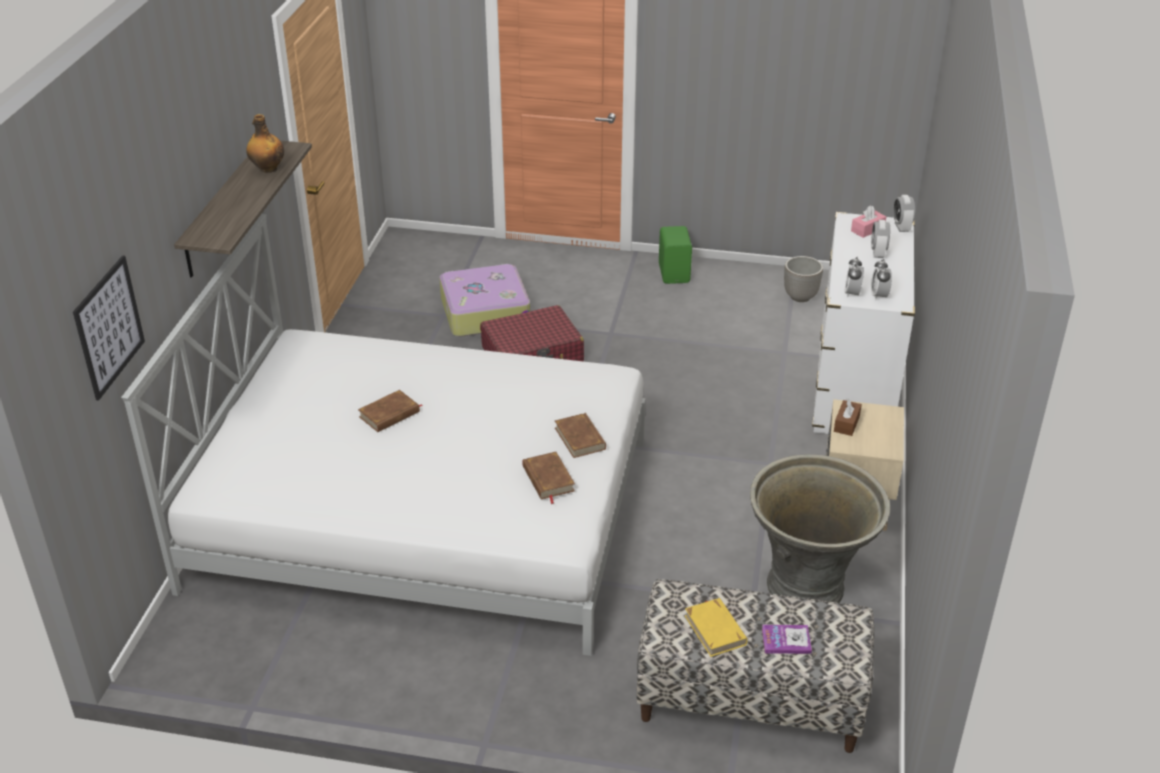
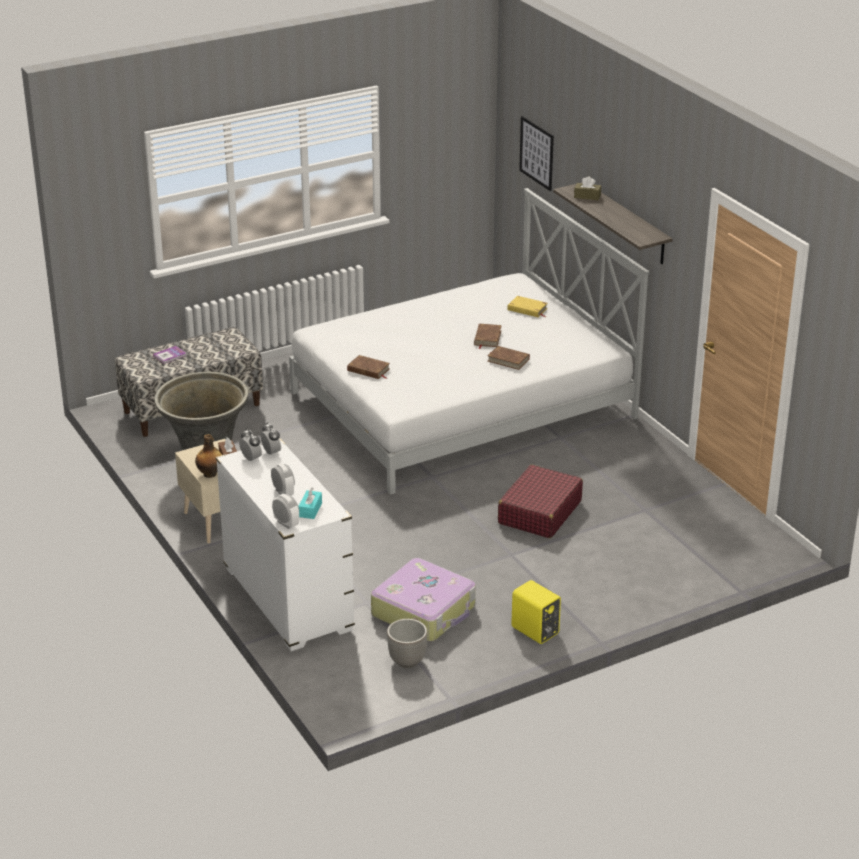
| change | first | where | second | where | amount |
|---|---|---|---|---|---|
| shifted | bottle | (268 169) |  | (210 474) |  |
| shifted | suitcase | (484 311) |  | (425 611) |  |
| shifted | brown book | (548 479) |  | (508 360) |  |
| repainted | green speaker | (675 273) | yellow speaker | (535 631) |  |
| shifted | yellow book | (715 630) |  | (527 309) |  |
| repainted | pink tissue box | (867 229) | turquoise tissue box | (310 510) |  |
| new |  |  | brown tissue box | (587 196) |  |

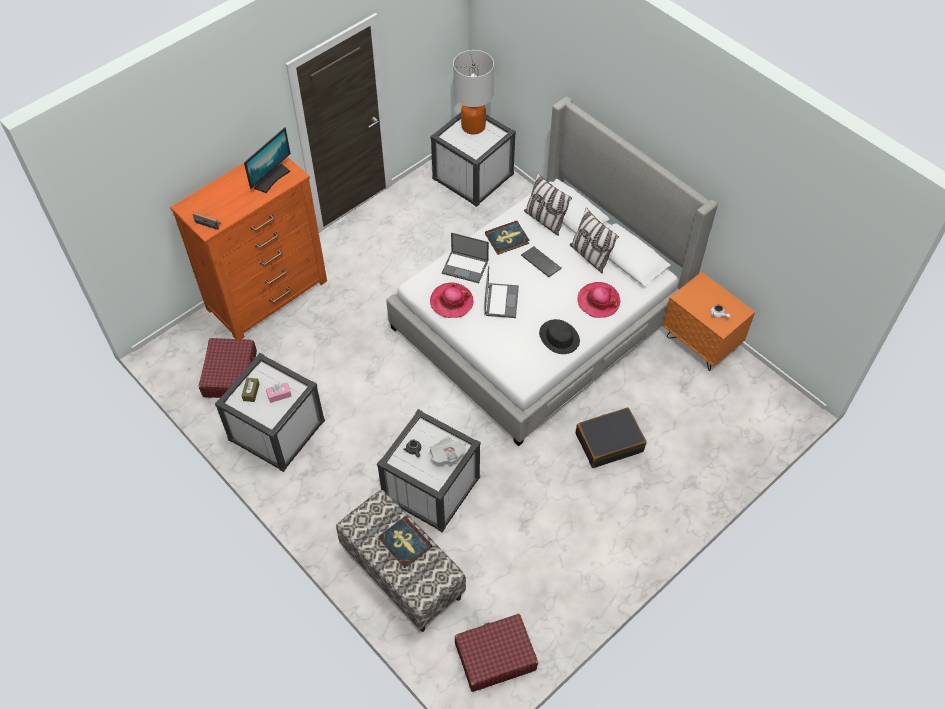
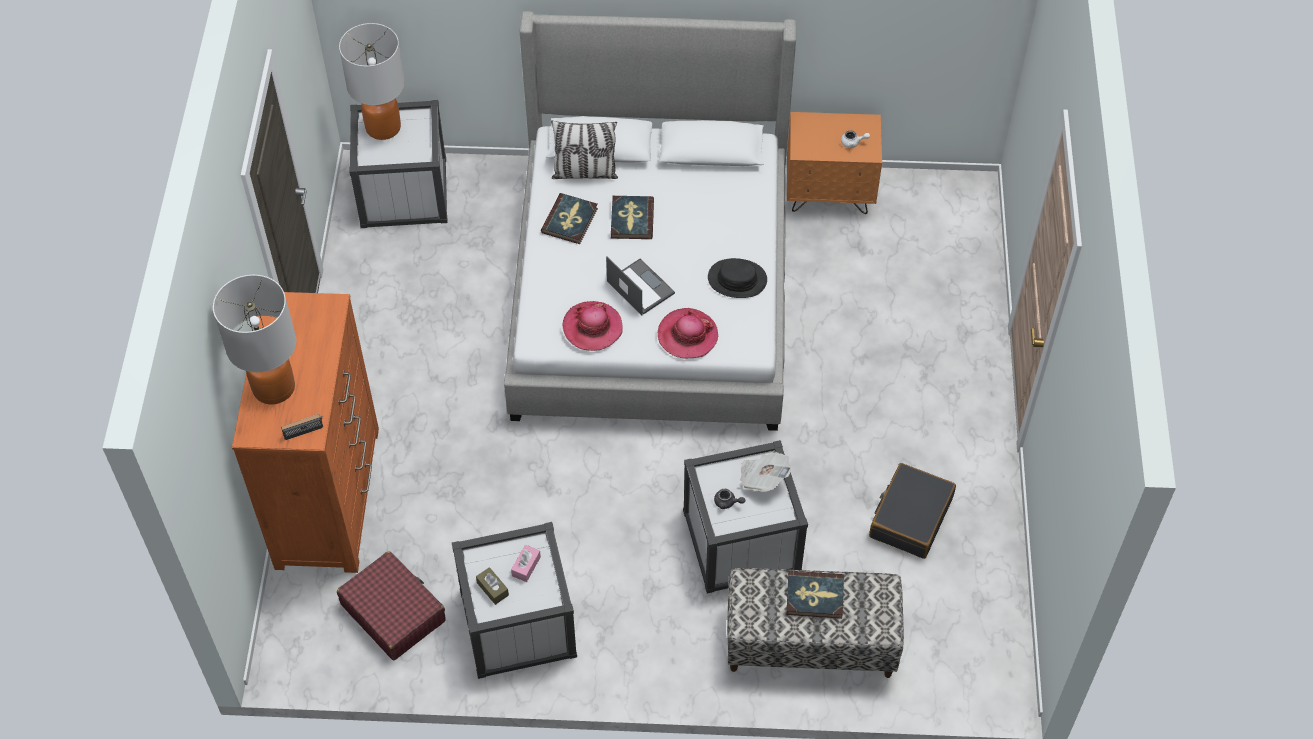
| change | first | where | second | where | amount |
|---|---|---|---|---|---|
| gone | monitor | (271 178) |  |  |  |
| gone | laptop | (465 267) |  |  |  |
| gone | red suitcase | (495 656) |  |  |  |
| swapped | keyboard | (540 262) | book | (631 219) |  |
| gone | pillow | (590 256) |  |  |  |
| shifted | black suitcase | (609 442) |  | (910 517) |  |
| shifted | hat | (598 301) |  | (687 335) |  |
| new |  |  | table lamp | (273 387) |  |

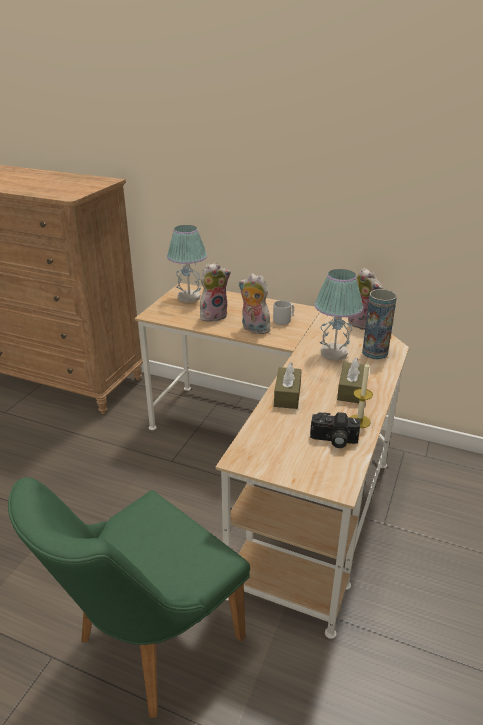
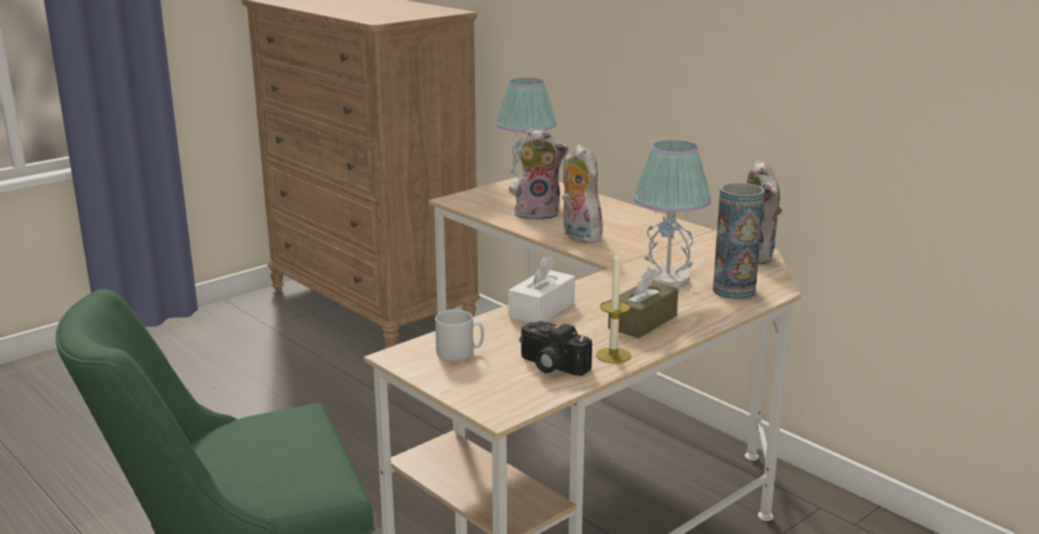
| change | first | where | second | where | amount |
|---|---|---|---|---|---|
| shifted | grey mug | (283 320) |  | (460 353) |  |
| repainted | brown tissue box | (287 395) | white tissue box | (541 310) |  |

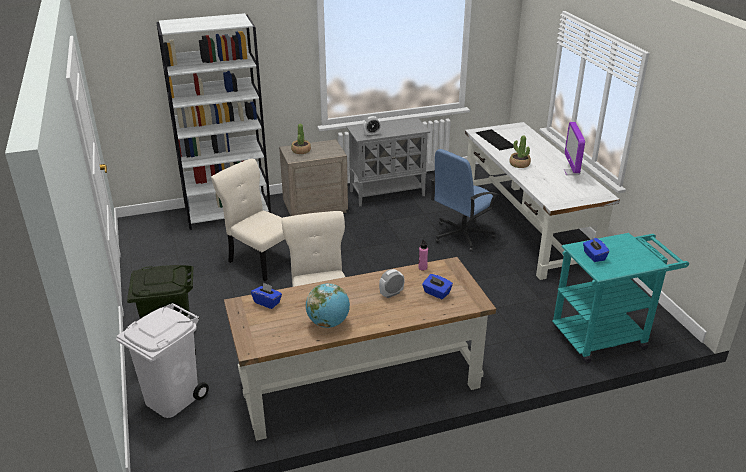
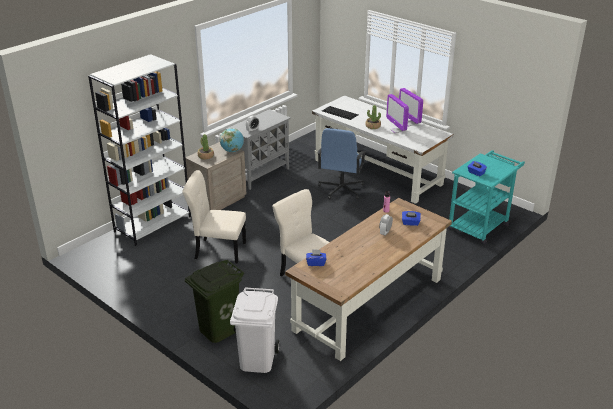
| change | first | where | second | where | amount |
|---|---|---|---|---|---|
| shifted | globe | (328 323) |  | (232 151) |  |
| new |  |  | monitor | (396 130) |  |

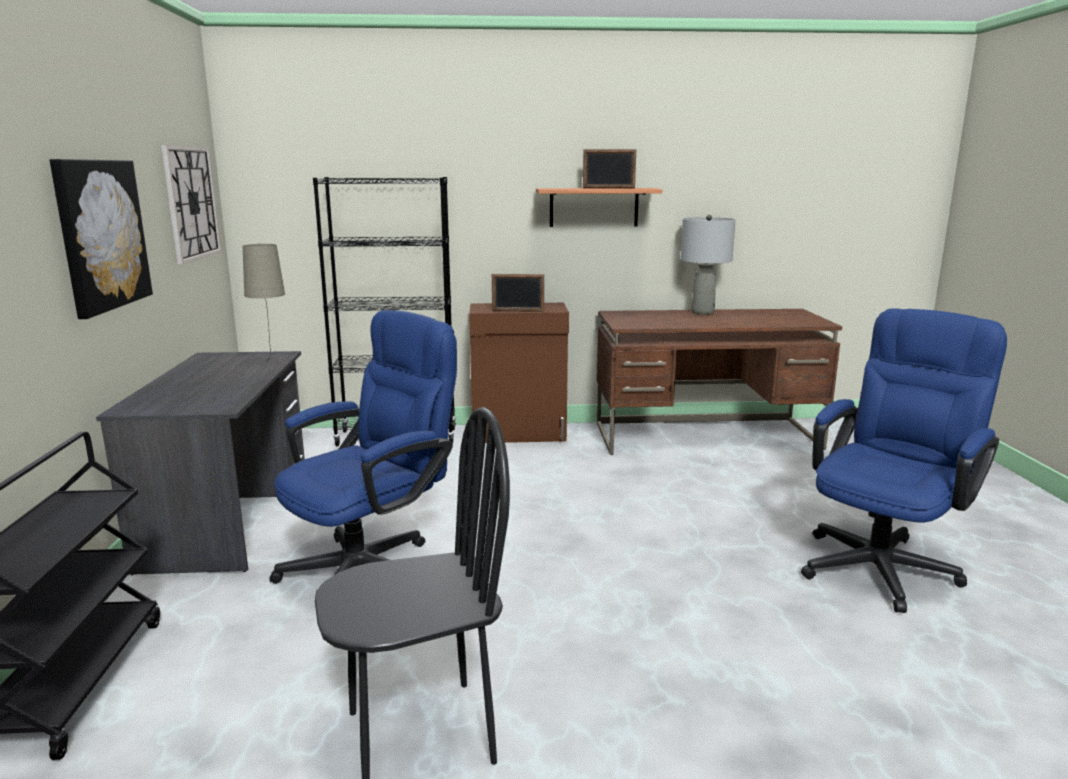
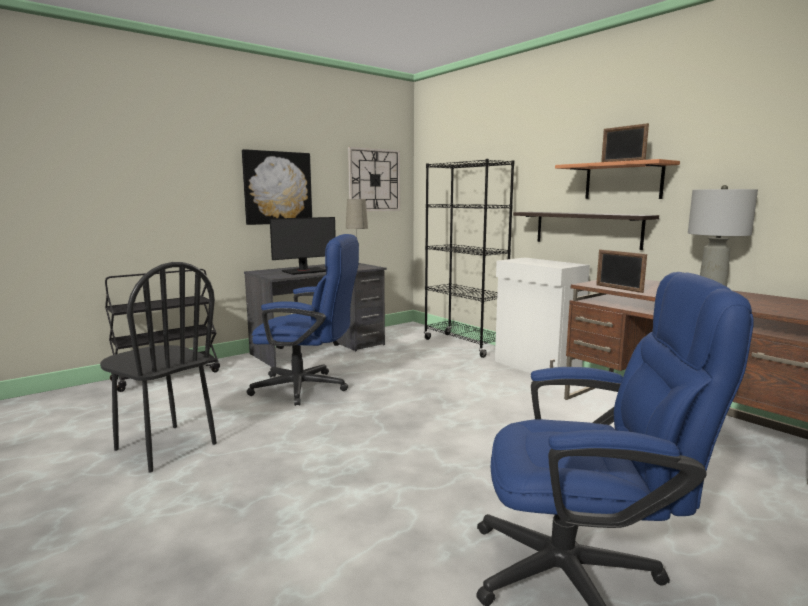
| change | first | where | second | where | amount |
|---|---|---|---|---|---|
| repainted | brown cabinet | (519 434) | white cabinet | (536 367) |  |
| shifted | picture frame | (518 311) |  | (618 288) |  |
| new |  |  | monitor | (304 271) |  |
| new |  |  | shelf | (587 229) |  |

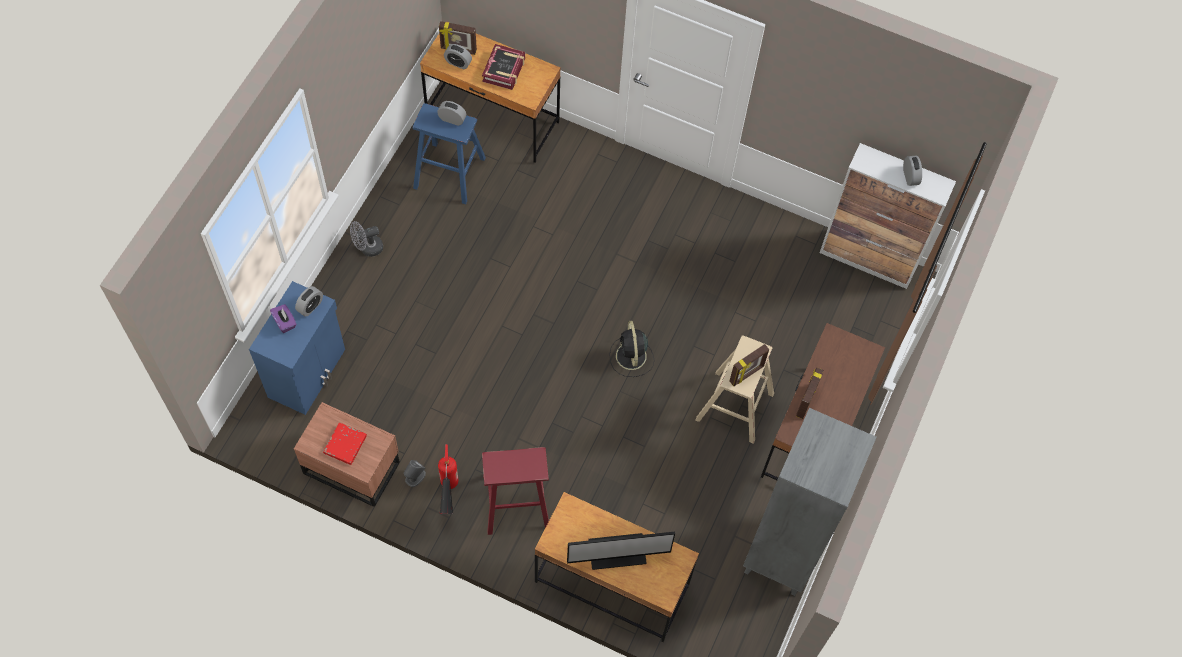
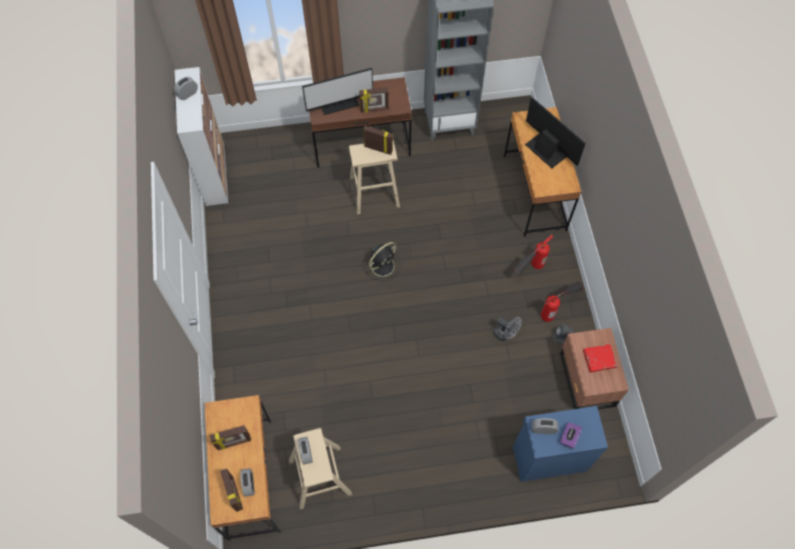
| change | first | where | second | where | amount |
|---|---|---|---|---|---|
| shifted | grey fan | (368 248) |  | (505 334) |  |
| repainted | blue stool | (449 173) | beige stool | (320 477) |  |
| swapped | book | (504 70) | picture frame | (234 443) |  |
| swapped | red stool | (516 501) | fire extinguisher | (528 270) |  |
| new |  |  | monitor | (338 102) |  |

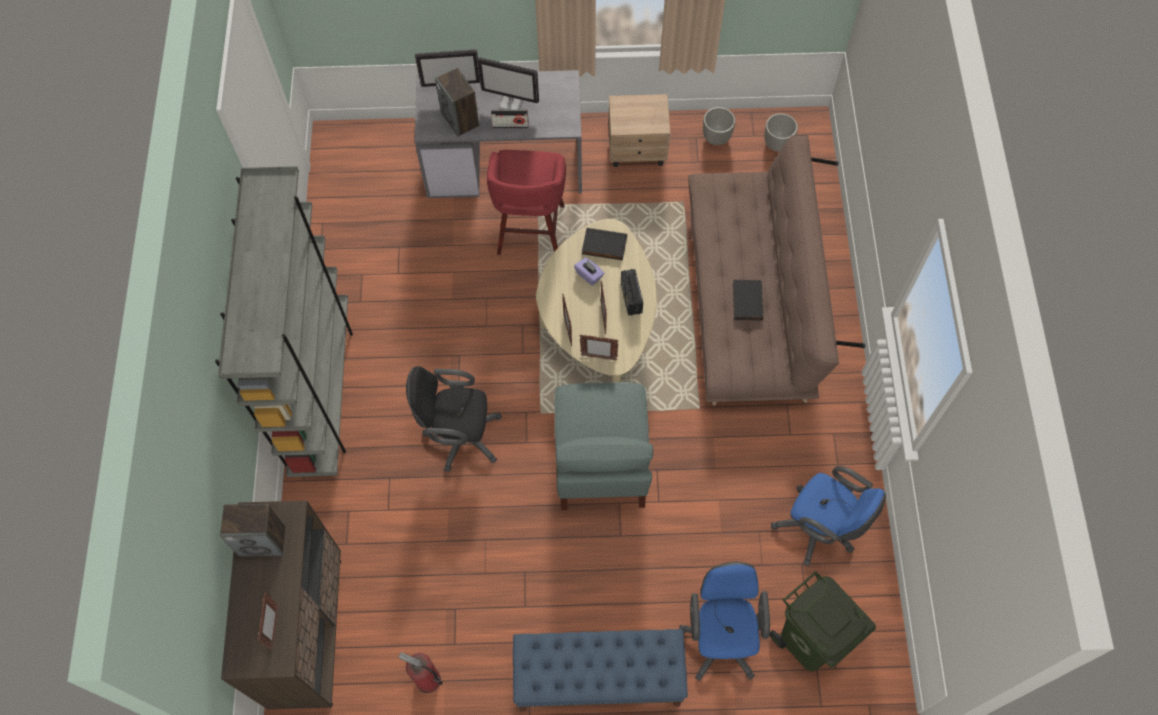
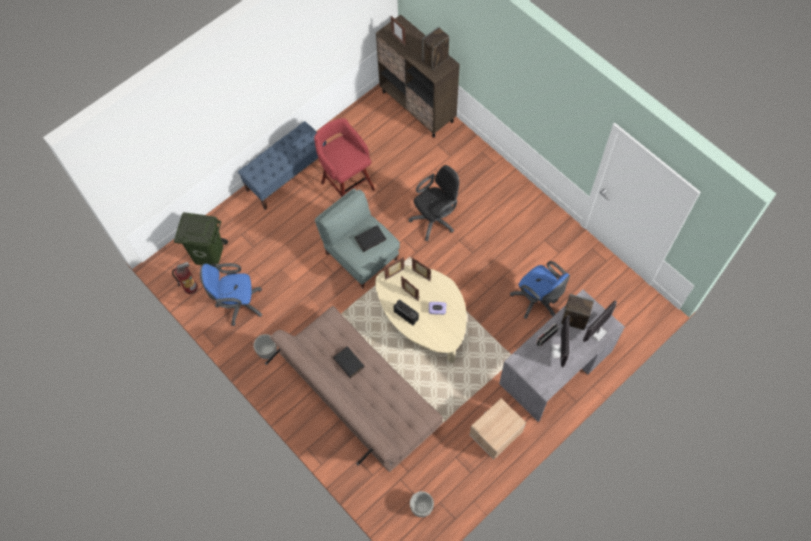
| change | first | where | second | where | amount |
|---|---|---|---|---|---|
| gone | grey bookcase | (322 391) |  |  |  |
| shifted | fire extinguisher | (427 680) |  | (190 287) |  |
| rotated | monitor | (511 102) |  | (559 351) | 120 degrees clockwise |
| shifted | red stool | (530 232) |  | (347 185) |  |
| shifted | black book | (604 246) |  | (370 238) |  |
| shifted | blue office chair | (721 636) |  | (537 301) |  |
| shifted | planter | (716 138) |  | (267 352) |  |

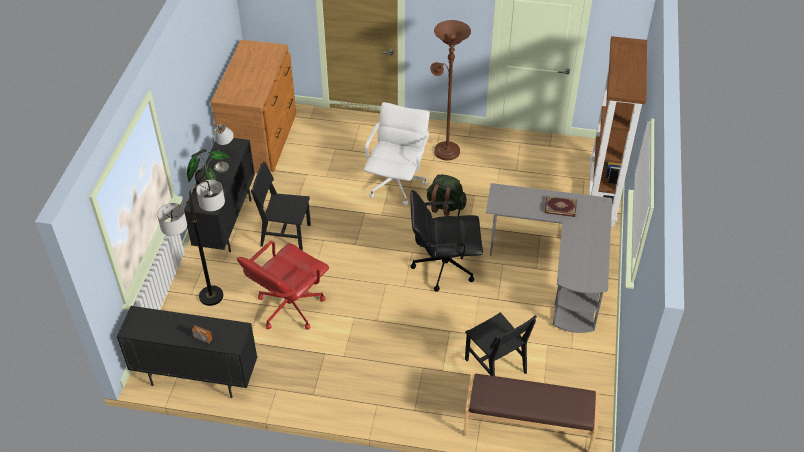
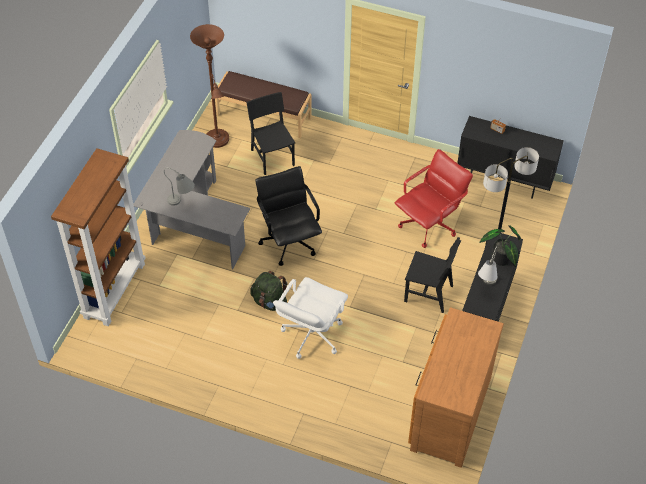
| change | first | where | second | where | amount |
|---|---|---|---|---|---|
| rotated | black office chair | (443 266) |  | (289 242) | 120 degrees counterclockwise |
| shifted | brown floor lamp | (445 149) |  | (218 141) |  |
| swapped | book | (560 207) | grey table lamp | (182 203) |  |

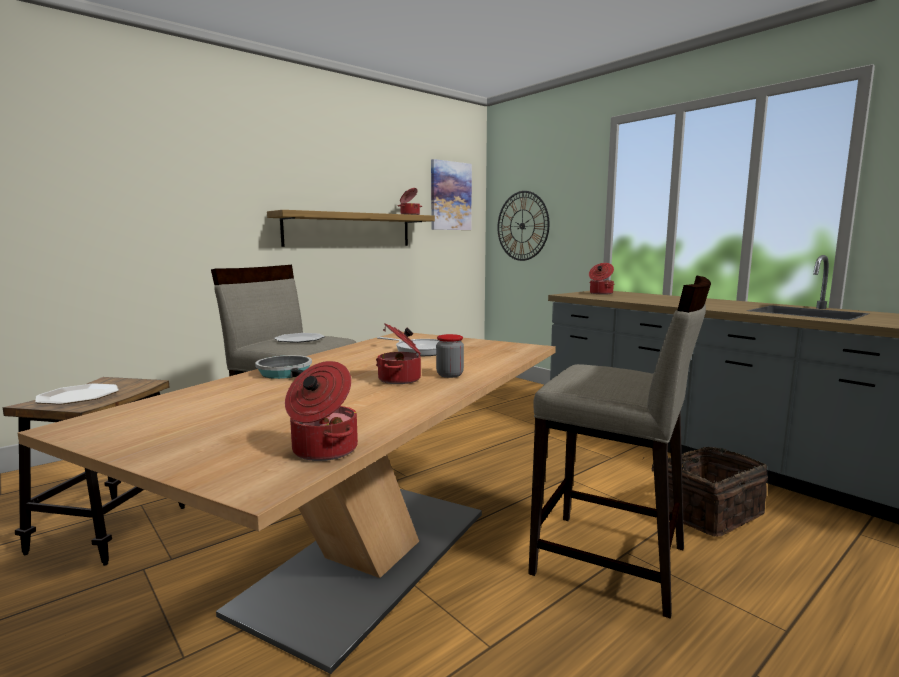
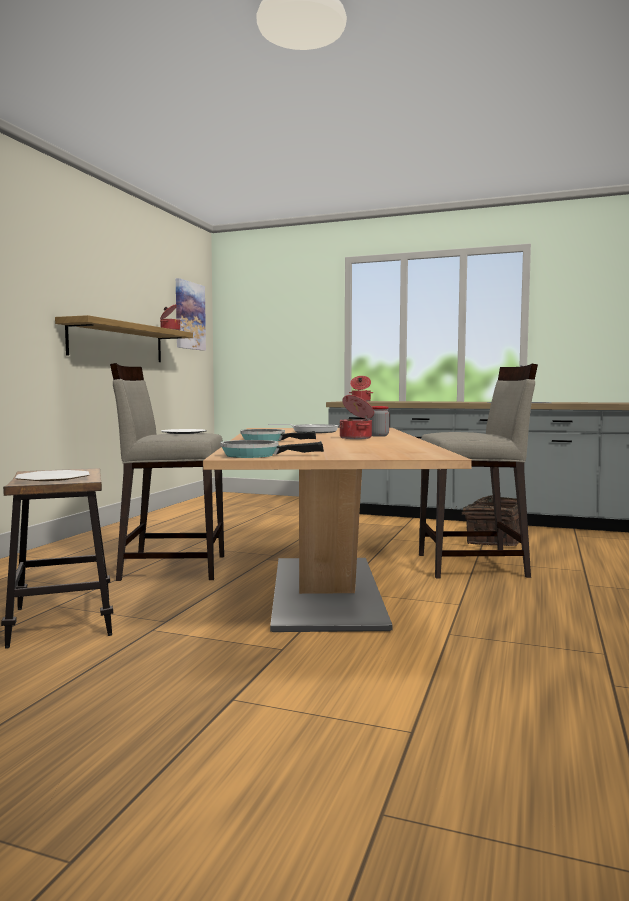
| change | first | where | second | where | amount |
|---|---|---|---|---|---|
| gone | cooking pot | (323 450) |  |  |  |
| gone | wall clock | (522 226) |  |  |  |
| new |  |  | frying pan | (255 455) |  |

